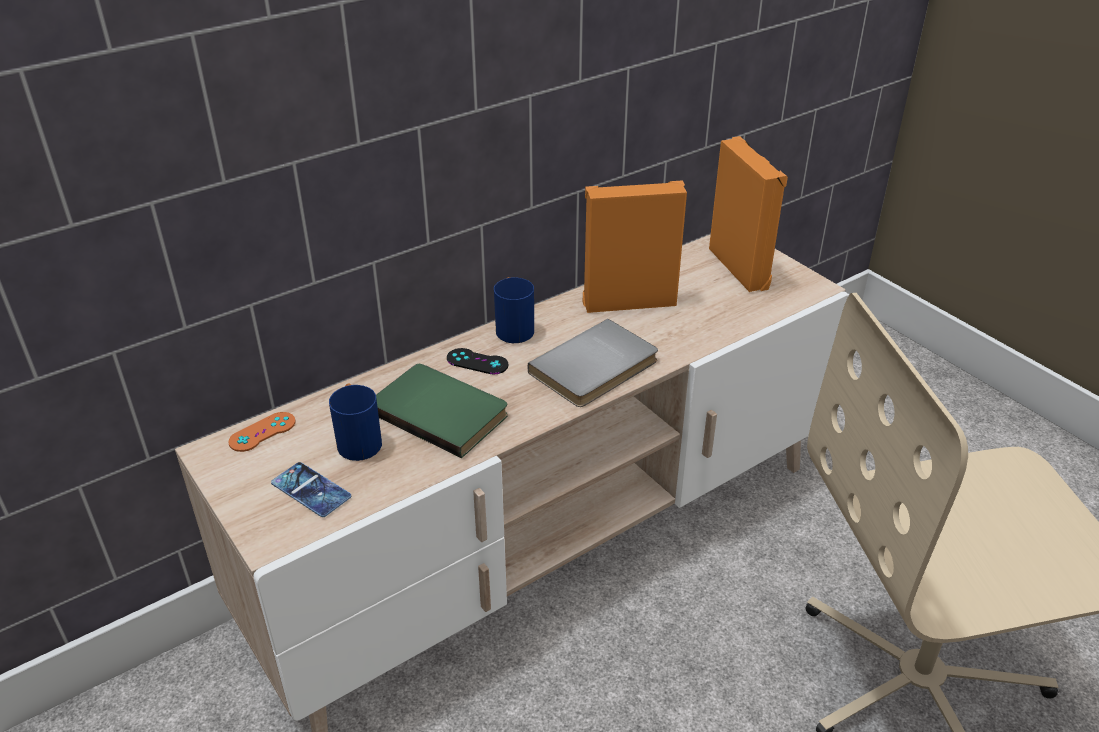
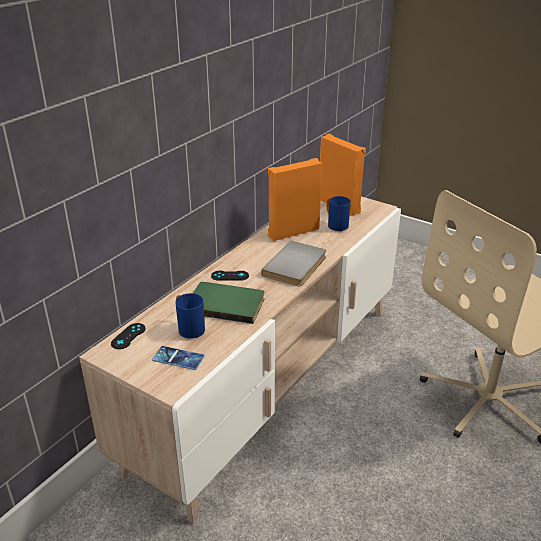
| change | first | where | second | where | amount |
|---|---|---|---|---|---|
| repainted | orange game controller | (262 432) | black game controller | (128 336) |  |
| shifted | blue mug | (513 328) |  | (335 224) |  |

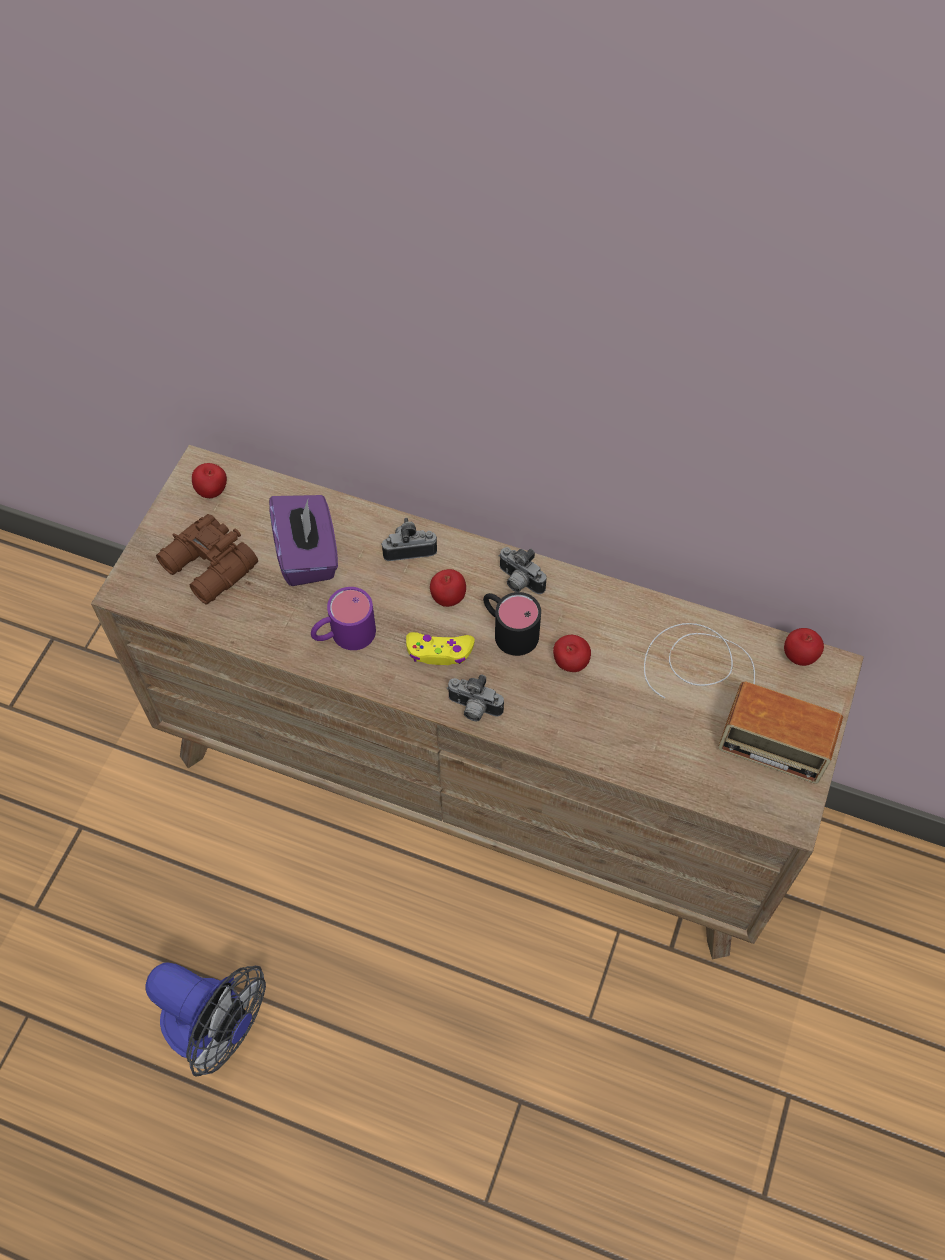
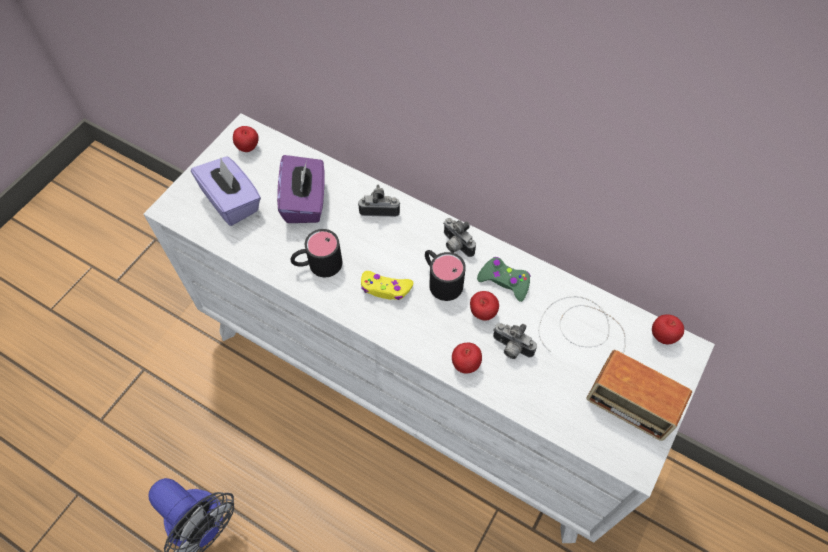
| change | first | where | second | where | amount |
|---|---|---|---|---|---|
| repainted | brown dresser | (474 782) | white dresser | (415 384) |  |
| swapped | brown binoculars | (209 569) | purple tissue box | (232 202) |  |
| repainted | purple mug | (343 635) | black mug | (317 265) |  |
| shifted | apple | (448 598) |  | (465 364) |  |
| shifted | photo camera | (473 709) |  | (511 348) |  |
| new |  |  | green game controller | (504 281) |  |

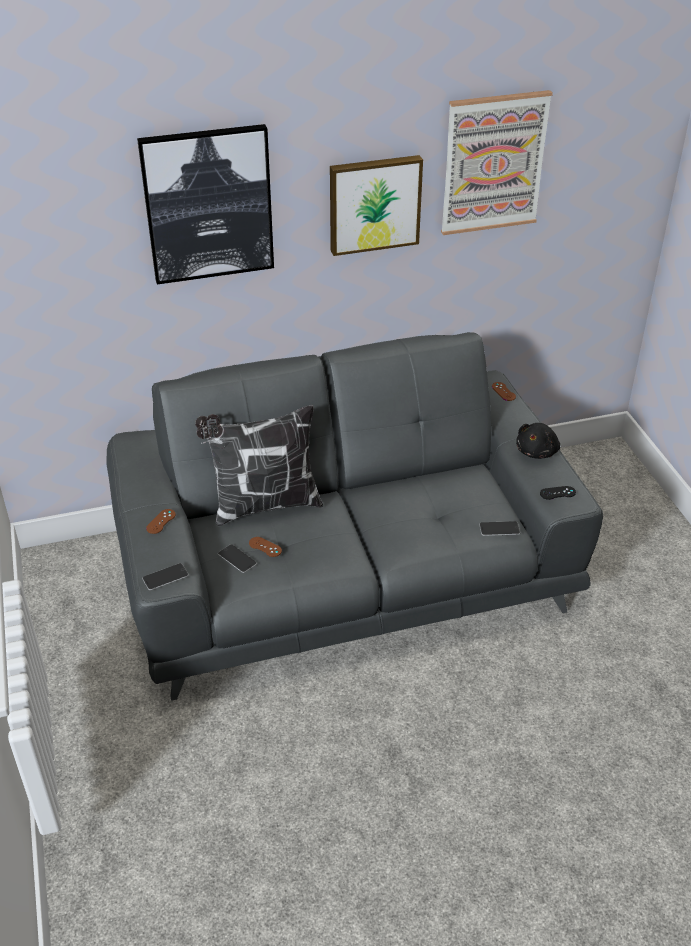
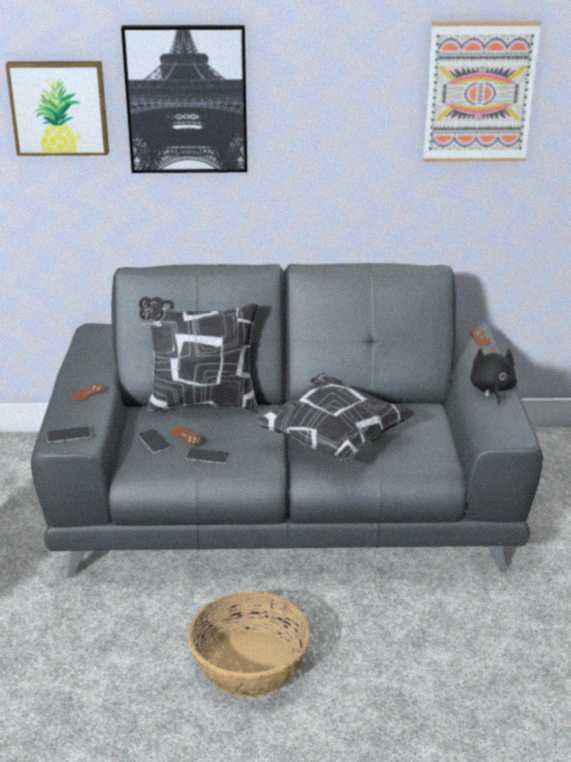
| change | first | where | second | where | amount |
|---|---|---|---|---|---|
| shifted | picture | (374 203) |  | (59 107) |  |
| shifted | phone | (499 528) |  | (208 456) |  |
| rotated | black plush toy | (537 451) |  | (492 389) | 135 degrees clockwise |
| gone | black game controller | (557 493) |  |  |  |
| new |  |  | basket | (249 663) |  |
| new |  |  | pillow | (333 440) |  |

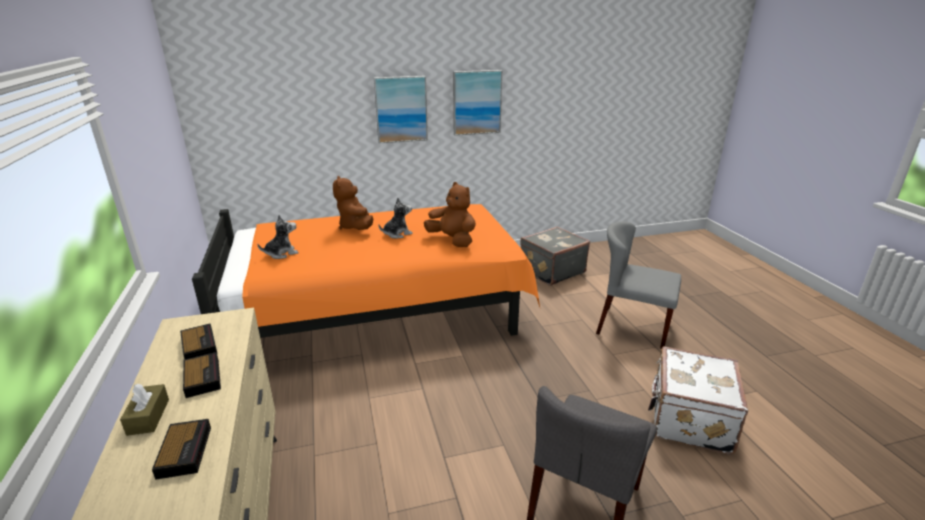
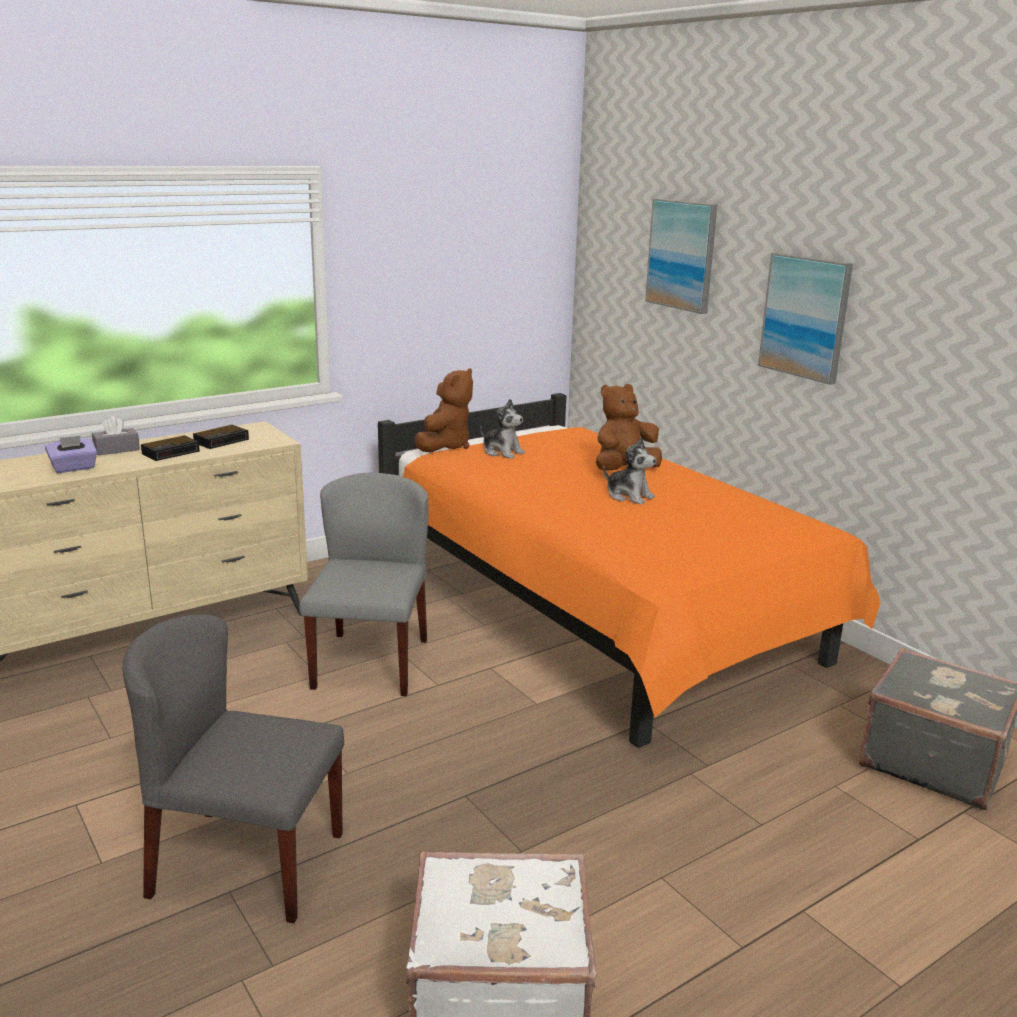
| change | first | where | second | where | amount |
|---|---|---|---|---|---|
| repainted | brown tissue box | (148 417) | grey tissue box | (116 449) |  |
| swapped | alarm clock | (185 451) | purple tissue box | (74 468) |  |
| shifted | brown plush toy | (452 240) |  | (445 446) |  |
| shifted | picture | (477 102) |  | (682 255) |  |
| shifted | grey chair | (632 327) |  | (370 663) |  |

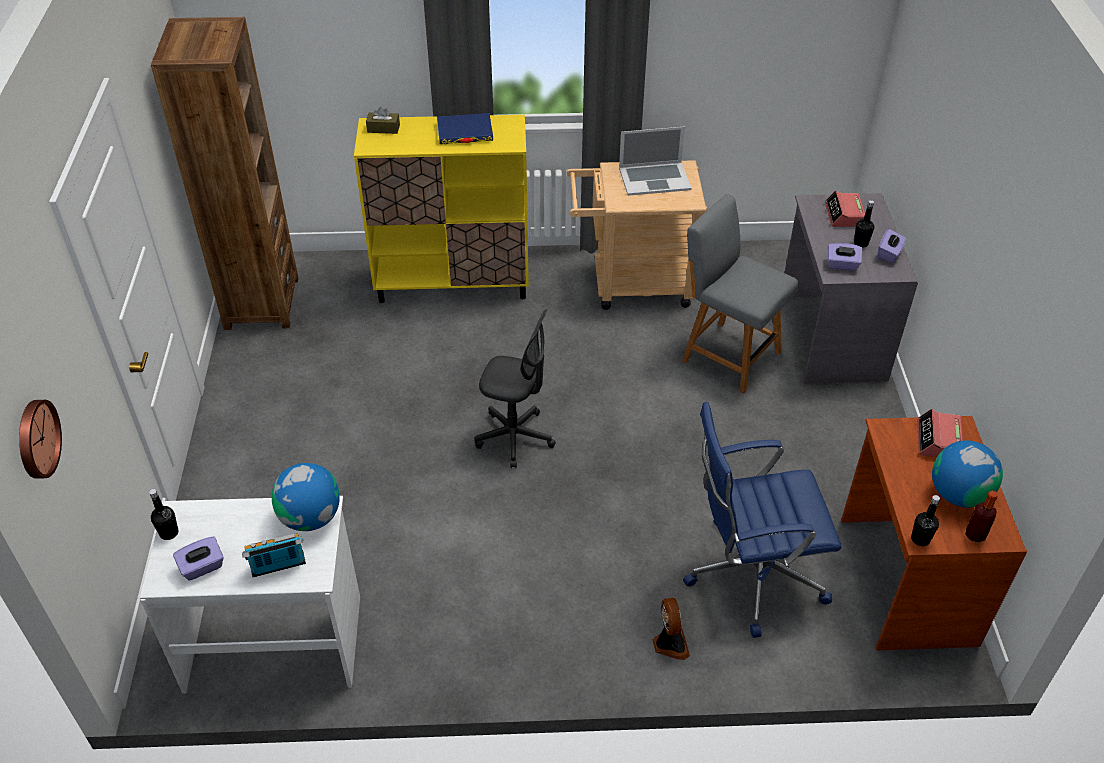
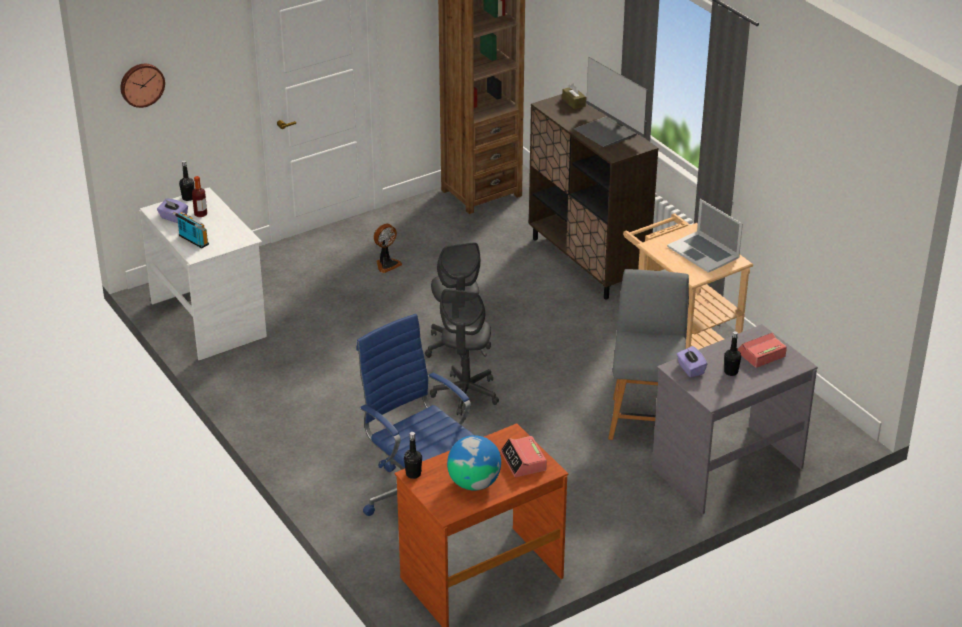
| change | first | where | second | where | amount |
|---|---|---|---|---|---|
| gone | globe | (310 517) |  |  |  |
| repainted | yellow cabinet | (453 283) | brown cabinet | (587 261) |  |
| swapped | blue book | (464 132) | monitor | (606 132) |  |
| shifted | fan | (669 644) |  | (387 264) |  |
| gone | purple tissue box | (889 254) |  |  |  |
| rotated | alarm clock | (938 440) |  | (523 462) | 90 degrees counterclockwise |
| shifted | bottle | (975 535) |  | (200 214) |  |
| new |  |  | grey office chair | (466 394) |  |

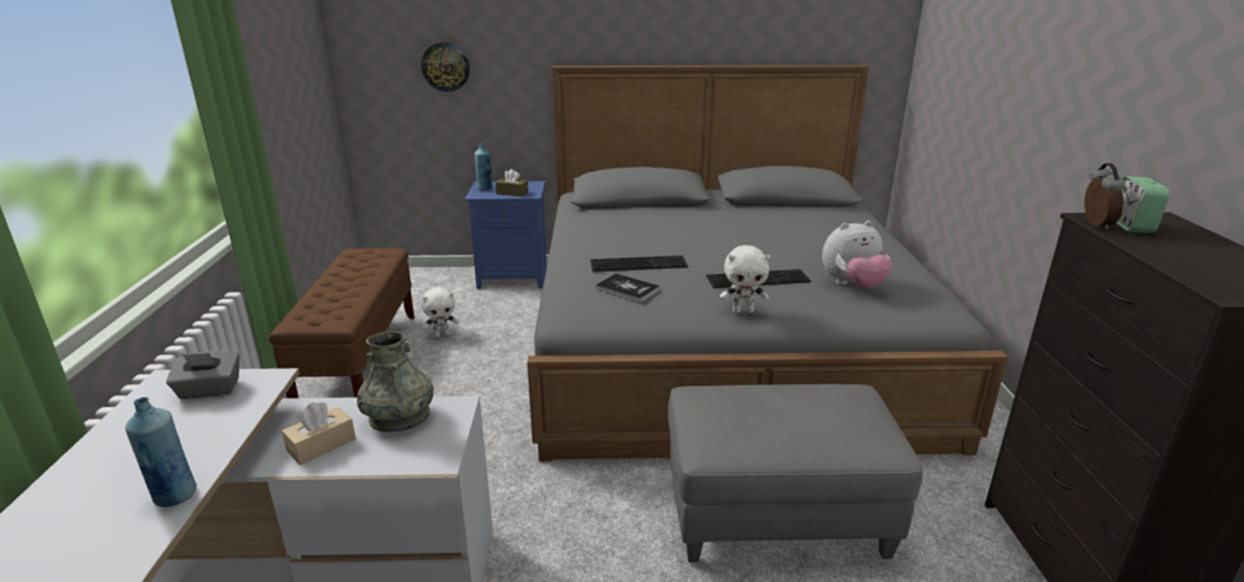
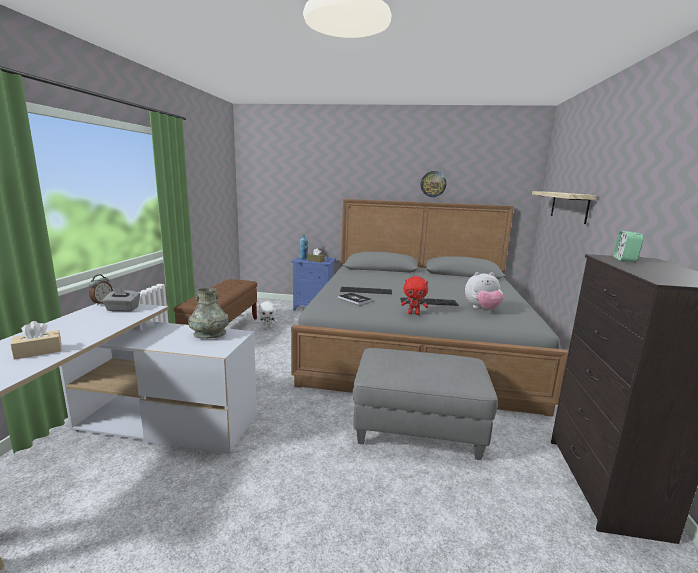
| change | first | where | second | where | amount |
|---|---|---|---|---|---|
| gone | blue bottle | (174 496) |  |  |  |
| shifted | beige tissue box | (321 445) |  | (38 351) |  |
| shifted | wall clock | (446 66) |  | (433 184) |  |
| repainted | white plush toy | (743 311) | red plush toy | (414 314) |  |
| shifted | alarm clock | (1094 224) |  | (102 303) |  |
| new |  |  | shelf | (569 206) |  |

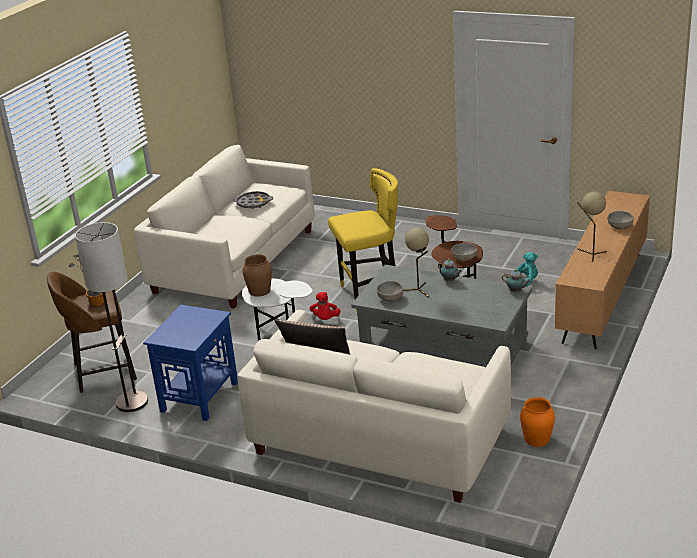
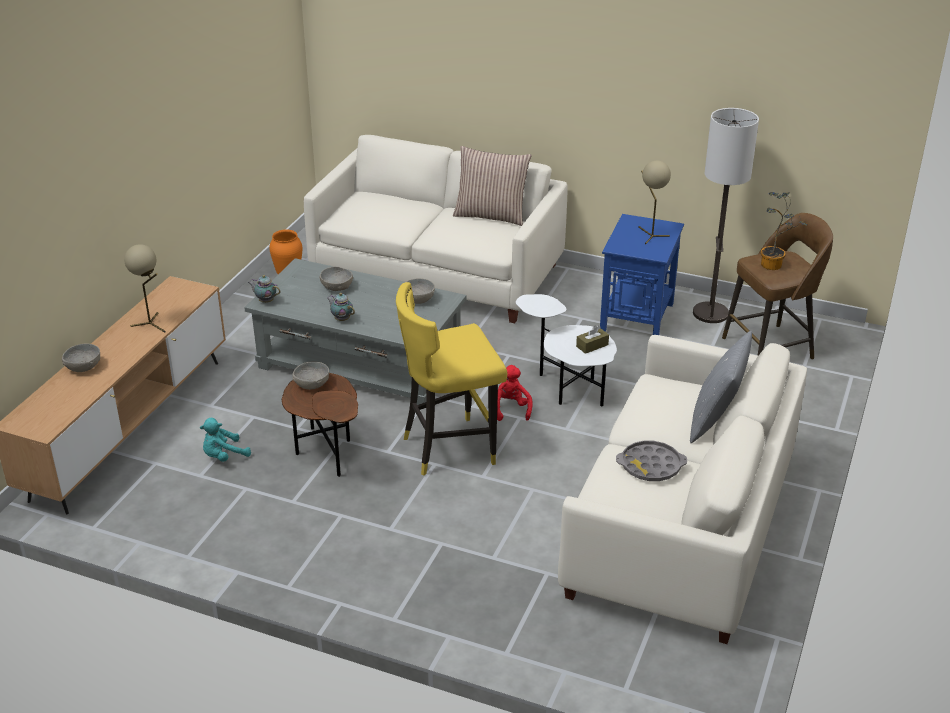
| change | first | where | second | where | amount |
|---|---|---|---|---|---|
| swapped | brown vase | (259 291) | brown tissue box | (592 345) |  |
| shifted | beige table lamp | (419 290) |  | (650 235) |  |
| new |  |  | grey bowl | (337 287) |  |
| new |  |  | grey pillow | (715 421) |  |

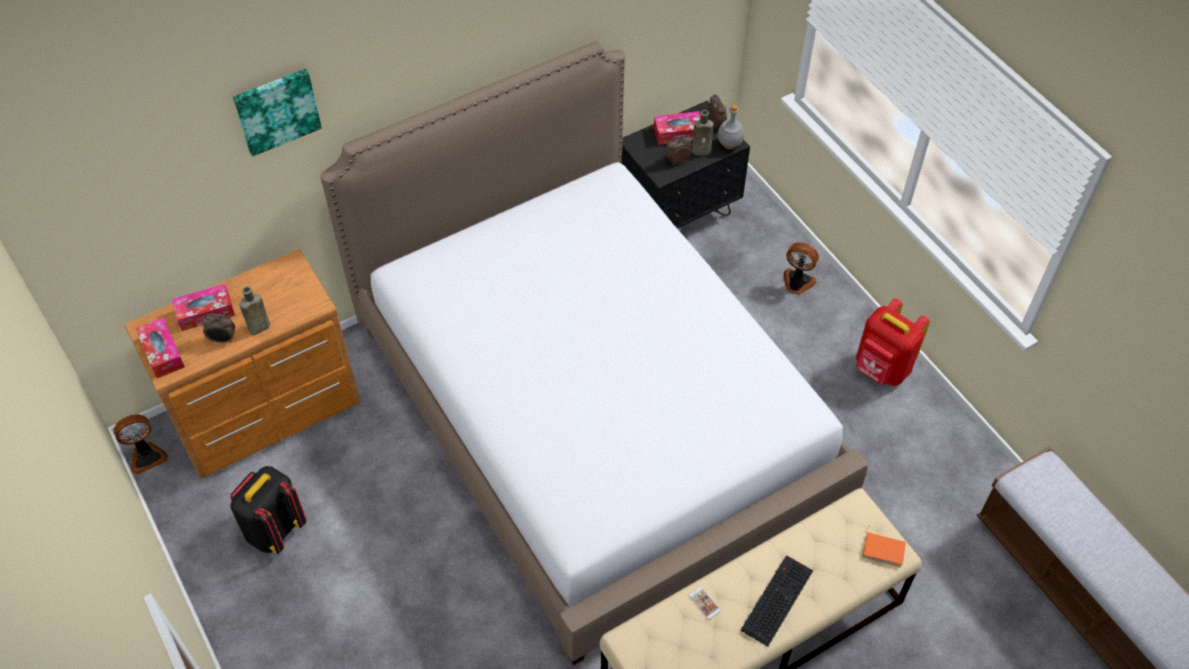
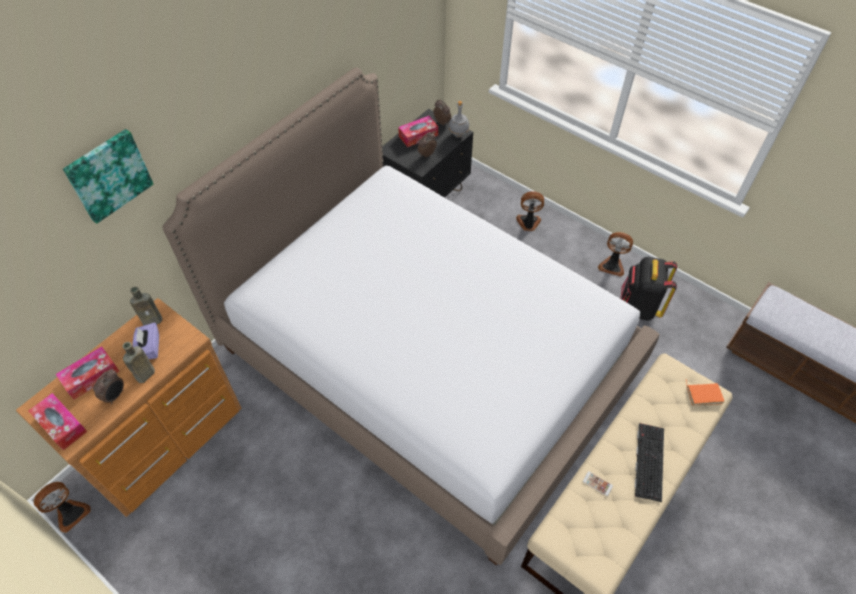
| change | first | where | second | where | amount |
|---|---|---|---|---|---|
| rotated | alarm clock | (223 339) |  | (115 395) | 45 degrees counterclockwise |
| shifted | black backpack | (274 529) |  | (639 306) |  |
| shifted | brown bottle | (702 151) |  | (154 320) |  |
| swapped | red backpack | (882 369) | fan | (612 265) |  |
| new |  |  | purple tissue box | (149 348) |  |

